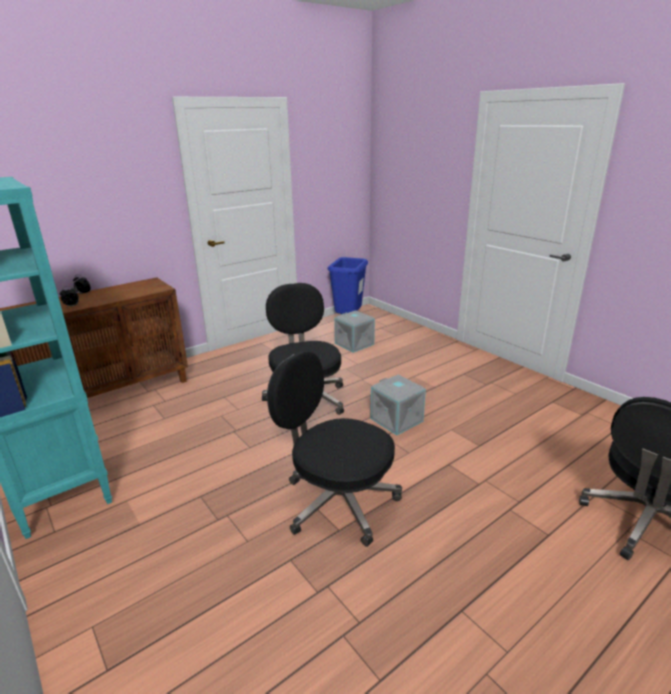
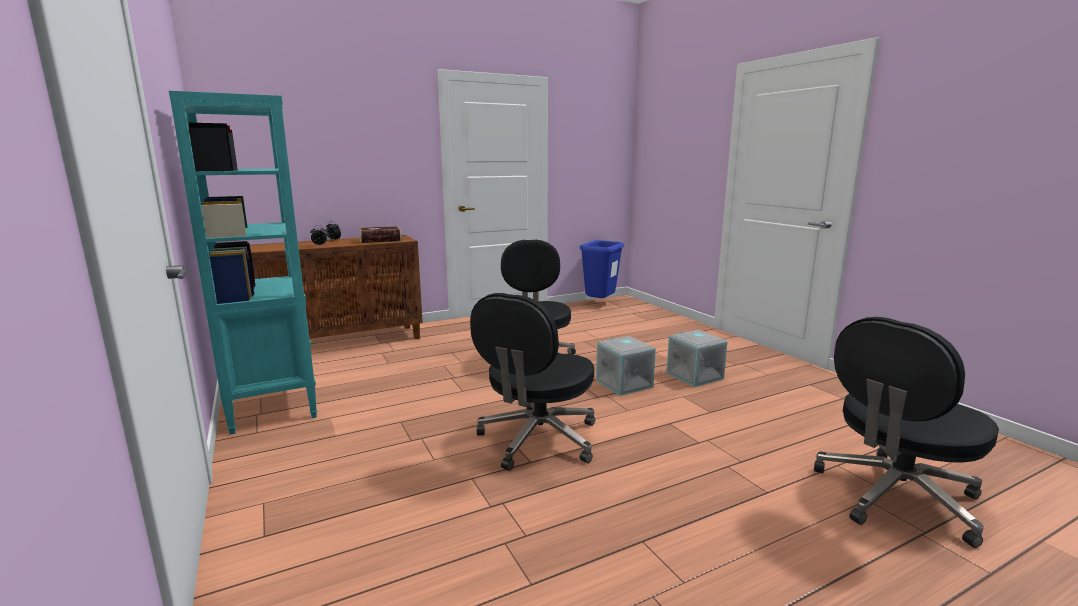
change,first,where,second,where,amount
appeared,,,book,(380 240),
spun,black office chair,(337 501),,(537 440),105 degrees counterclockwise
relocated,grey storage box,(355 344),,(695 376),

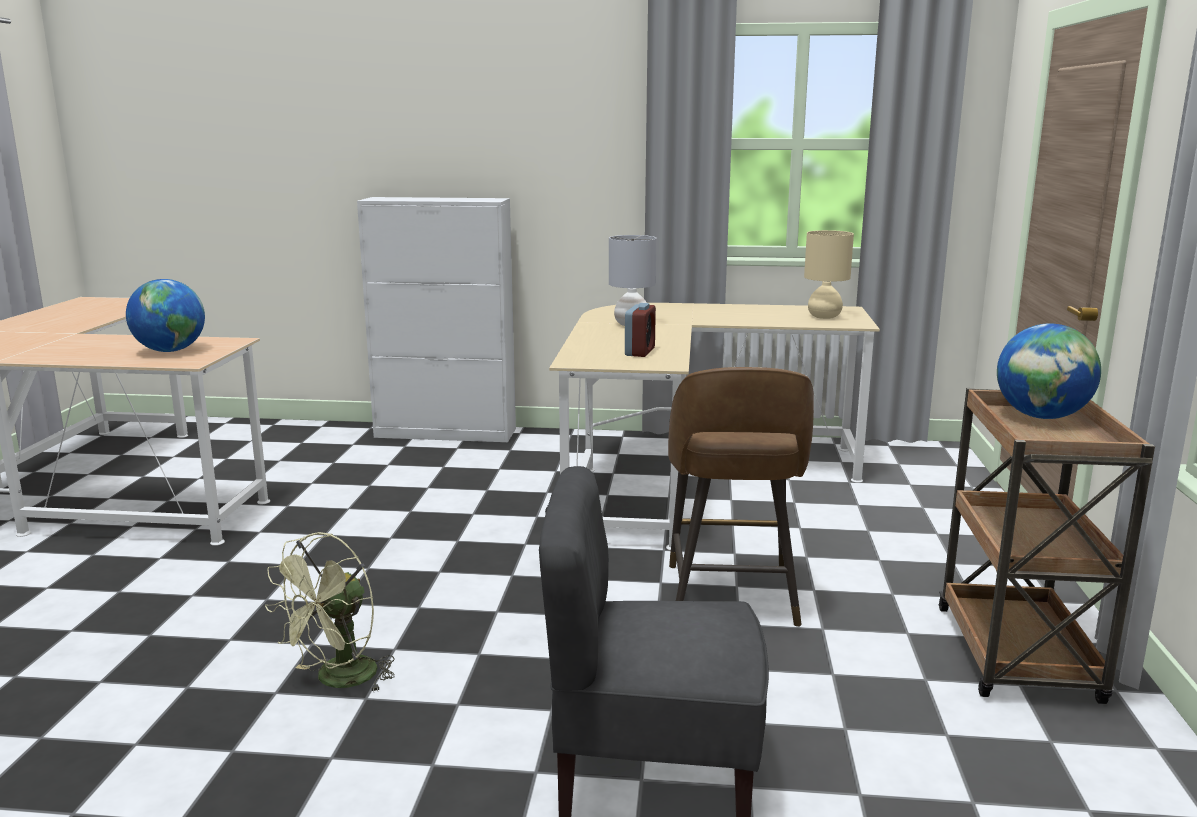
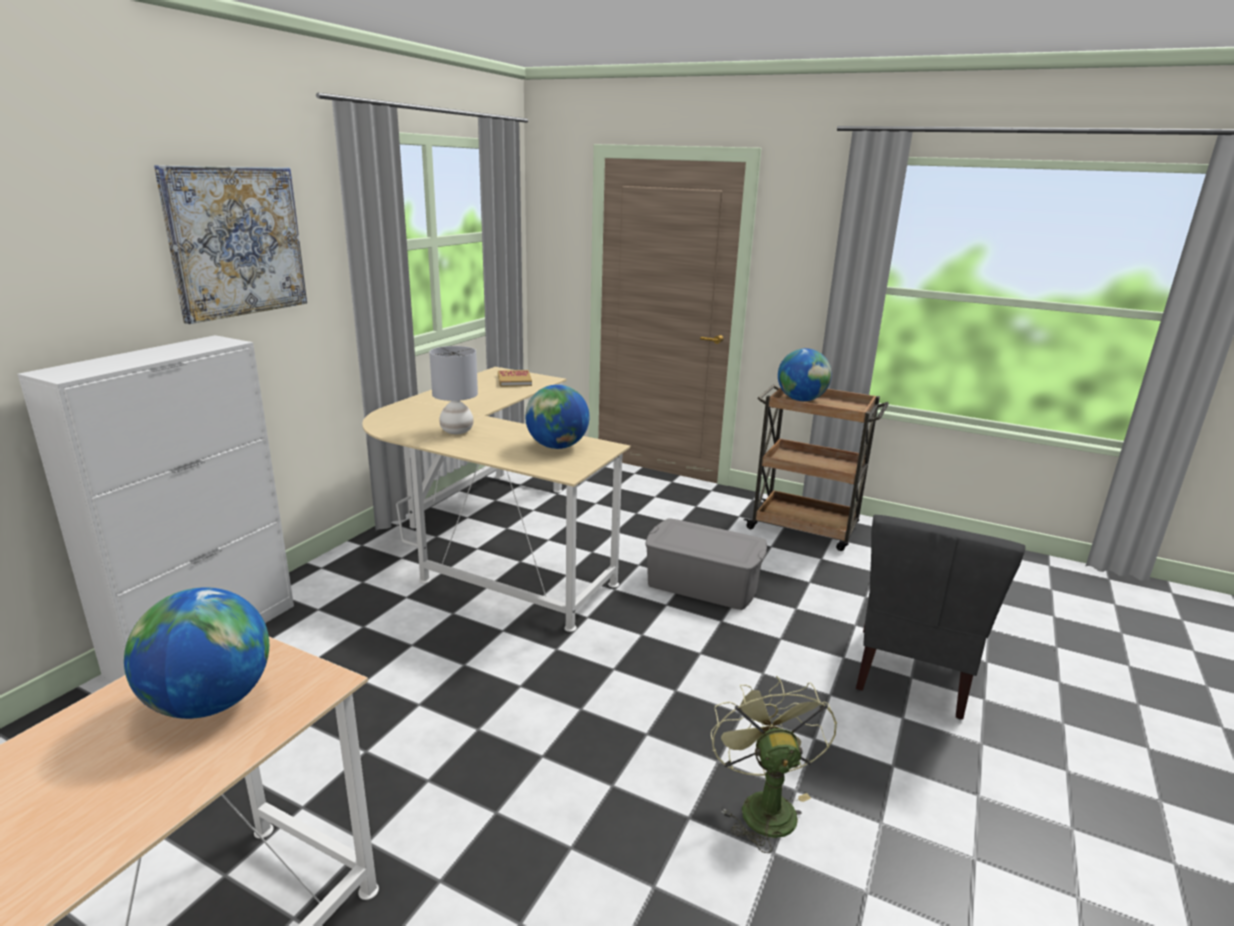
change,first,where,second,where,amount
appeared,,,picture,(236 241),
exchanged,beige table lamp,(824 317),book,(514 380),
exchanged,alarm clock,(640 352),globe,(557 447),
exchanged,brown stool,(731 597),grey storage box,(703 585),
spun,green fan,(338 680),,(763 804),150 degrees counterclockwise

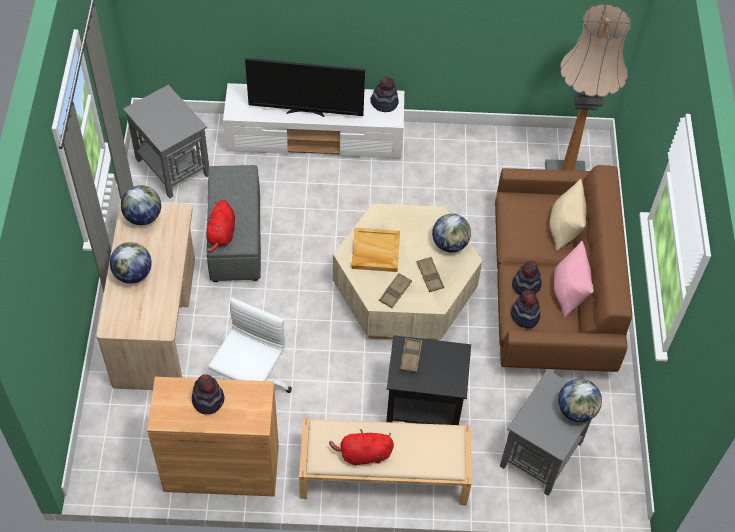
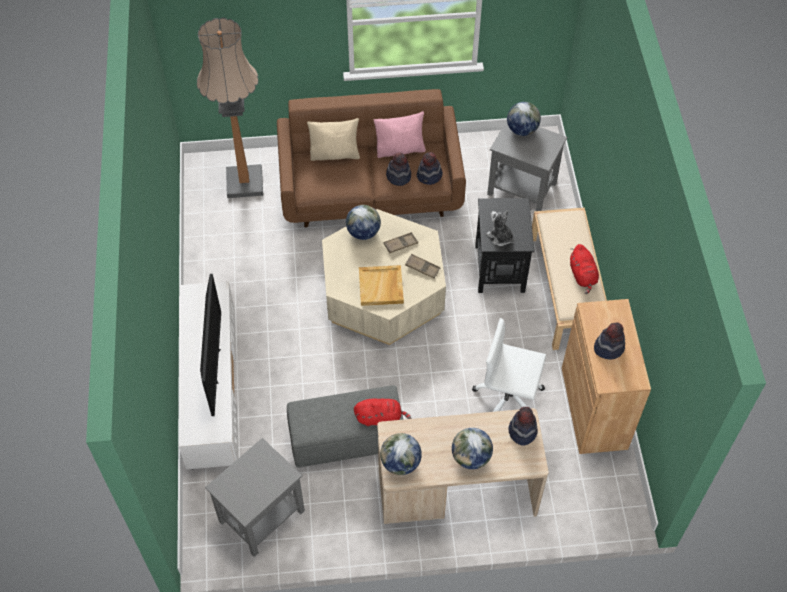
change,first,where,second,where,amount
exchanged,brown tray,(410 356),plush toy,(500 237),
relocated,hat,(384 103),,(522 431),

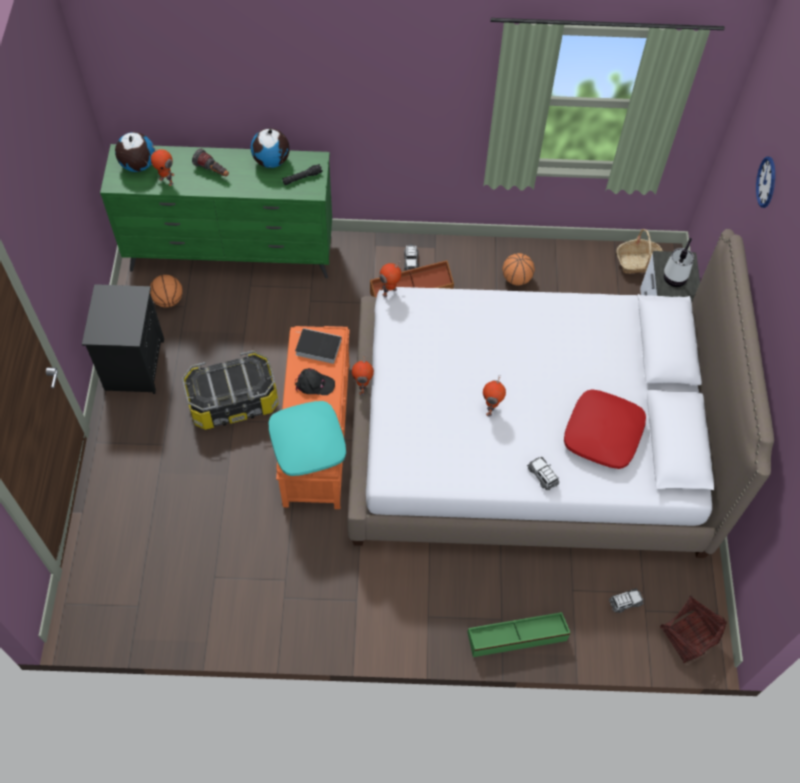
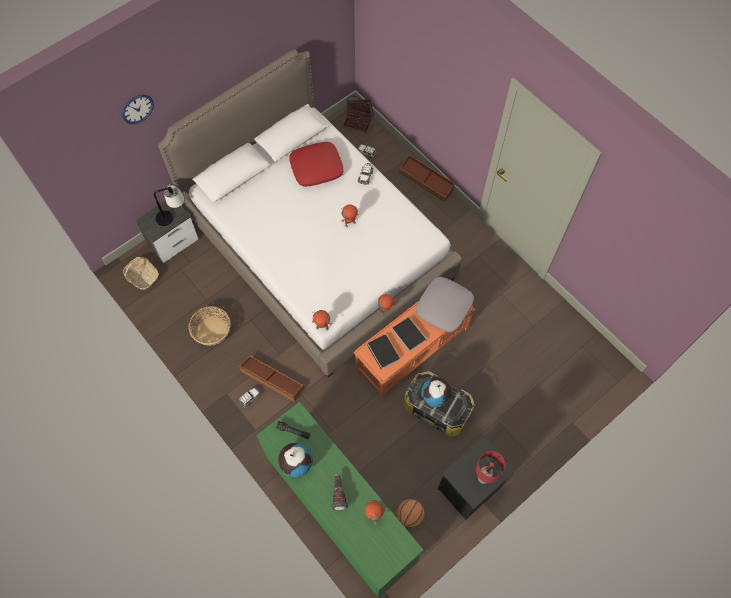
change,first,where,second,where,amount
exchanged,basketball,(516 278),basket,(212 330),
exchanged,black cap,(314 384),book,(408 334),
colour,green storage box,(517 637),brown storage box,(426 181),
colour,turquoise pillow,(308 443),grey pillow,(443 307),
relocated,globe,(138 165),,(435 397),
appeared,,,red table lamp,(483 477),

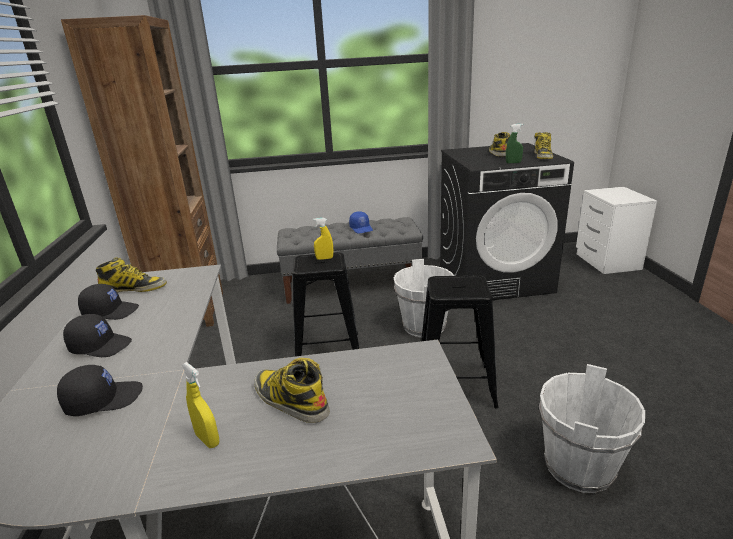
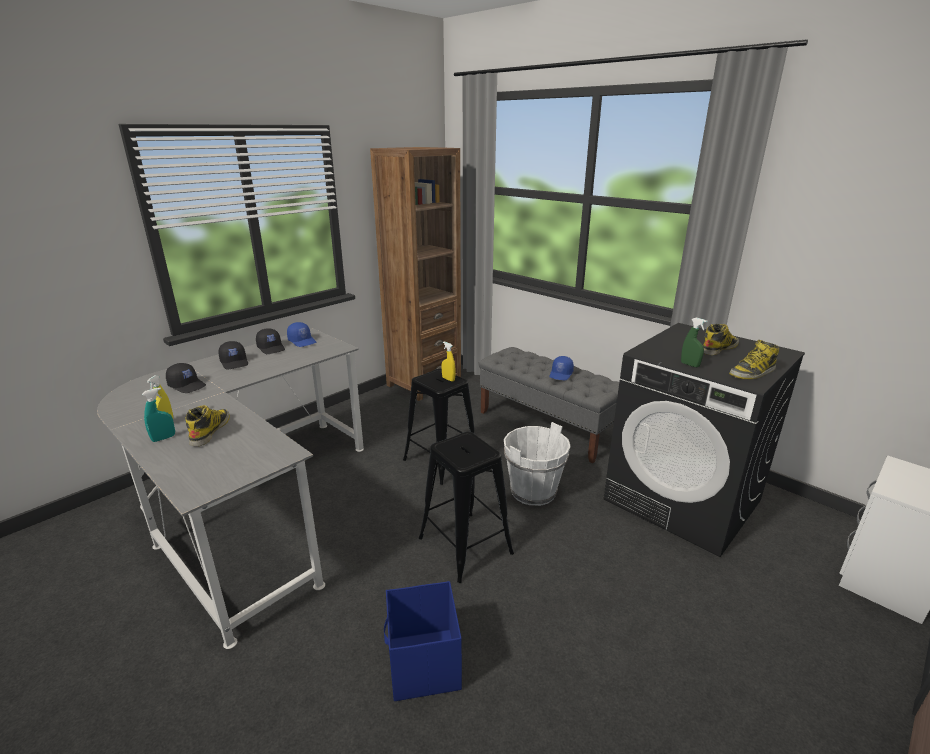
change,first,where,second,where,amount
appeared,,,turquoise spray bottle,(163 438),
exchanged,boot,(134 288),blue cap,(302 341),
exchanged,white bucket,(579 467),blue storage box,(423 665),

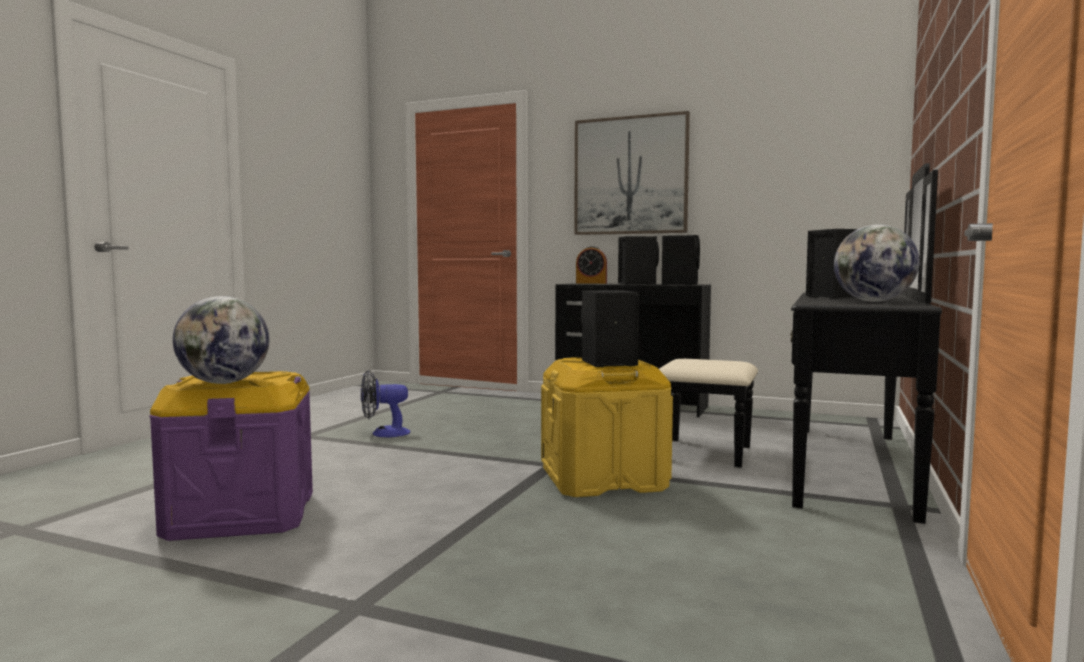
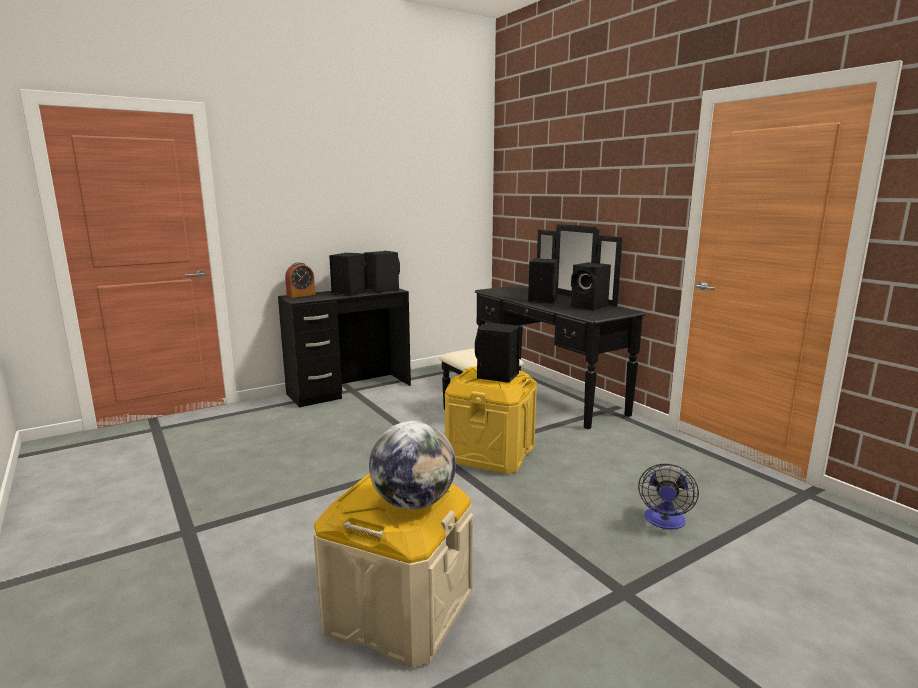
change,first,where,second,where,amount
colour,purple storage box,(241 515),beige storage box,(398 611),
exchanged,globe,(874 301),black speaker,(590 307),
relocated,fan,(384 433),,(664 522),
missing,picture,(630 175),,,

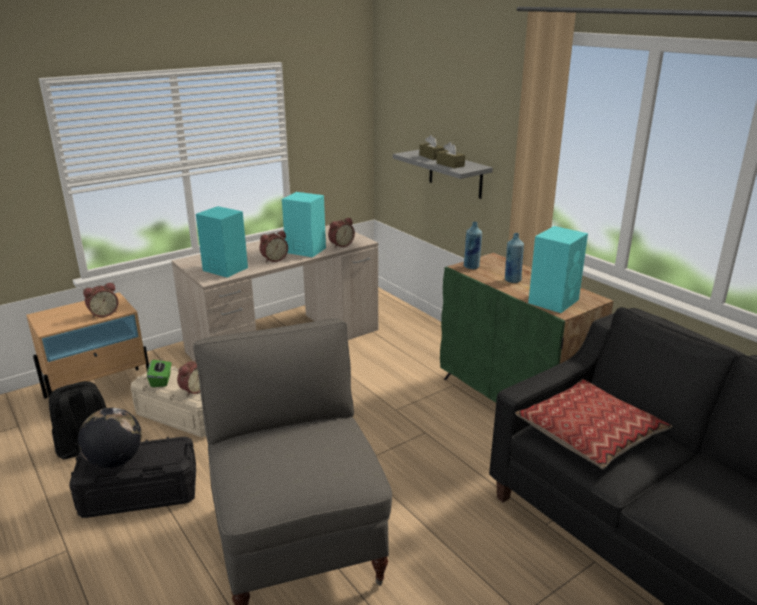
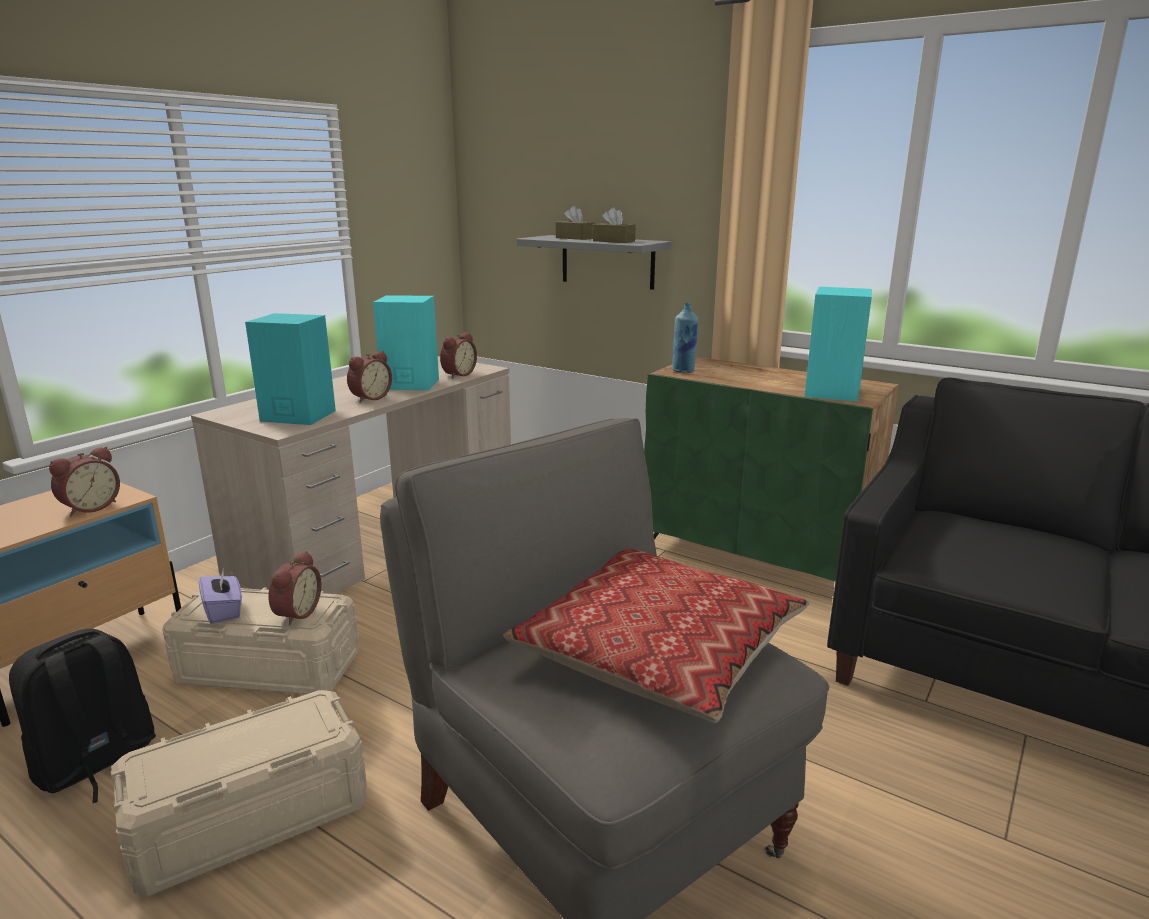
change,first,where,second,where,amount
colour,black storage box,(139 493),beige storage box,(250 818),
colour,green tissue box,(161 380),purple tissue box,(224 611),
relocated,pillow,(590 433),,(660 648),
missing,globe,(115 461),,,
missing,blue bottle,(512 280),,,

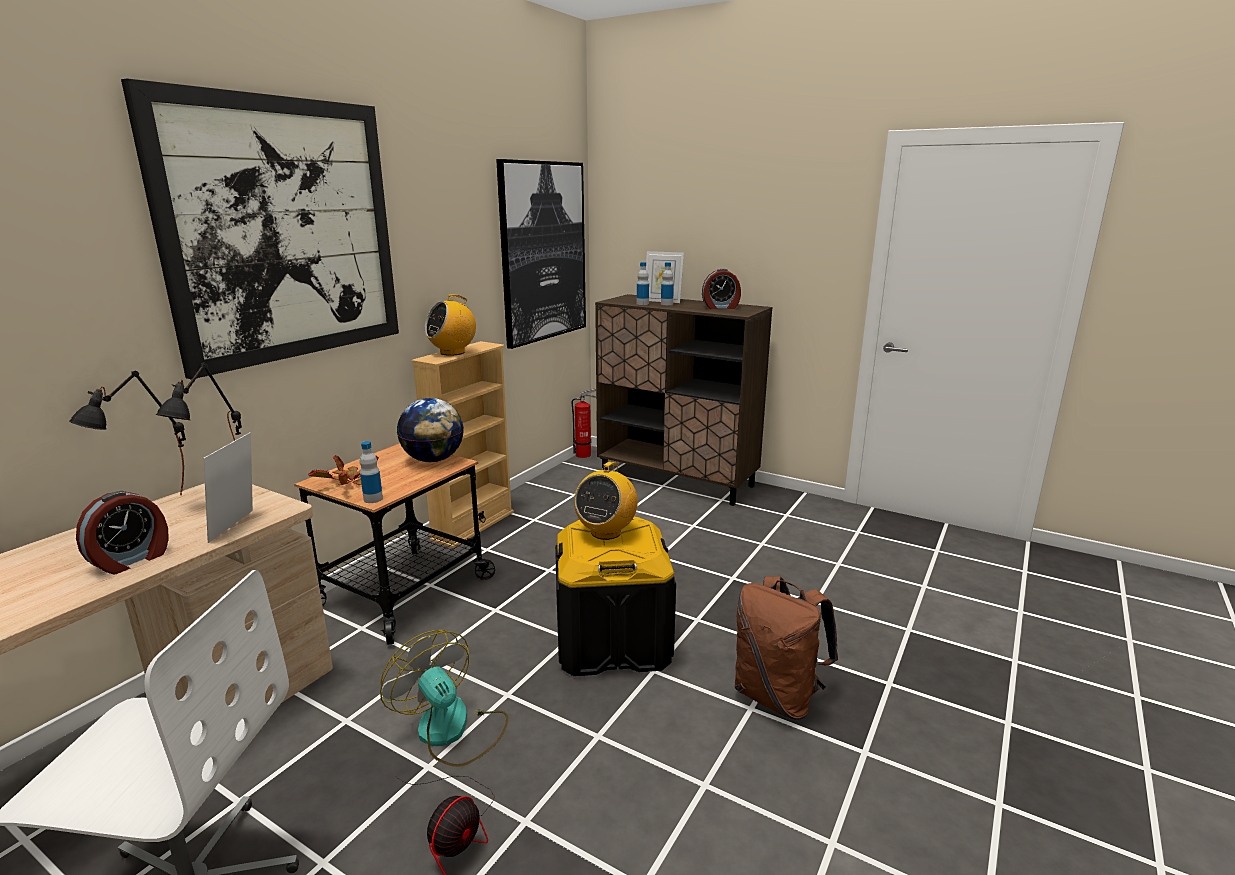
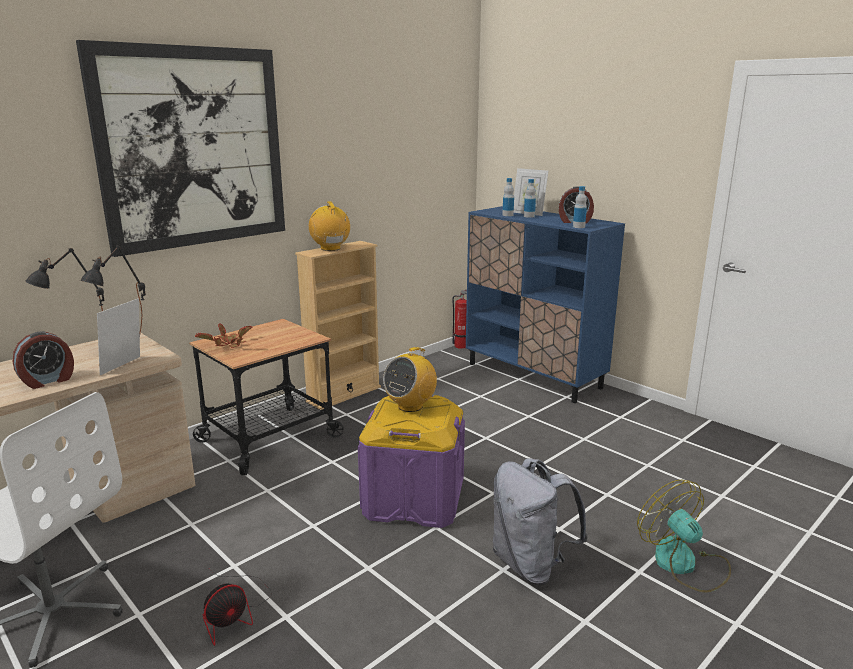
change,first,where,second,where,amount
spun,radio,(453 352),,(330 248),90 degrees clockwise
colour,black storage box,(613 641),purple storage box,(414 499),
colour,brown cabinet,(677 480),blue cabinet,(534 375),
colour,brown backpack,(777 696),grey backpack,(531 565),
relocated,bottle,(373 499),,(578 227),
relocated,fan,(452 731),,(684 564),
missing,globe,(433 460),,,
missing,picture,(543 252),,,

